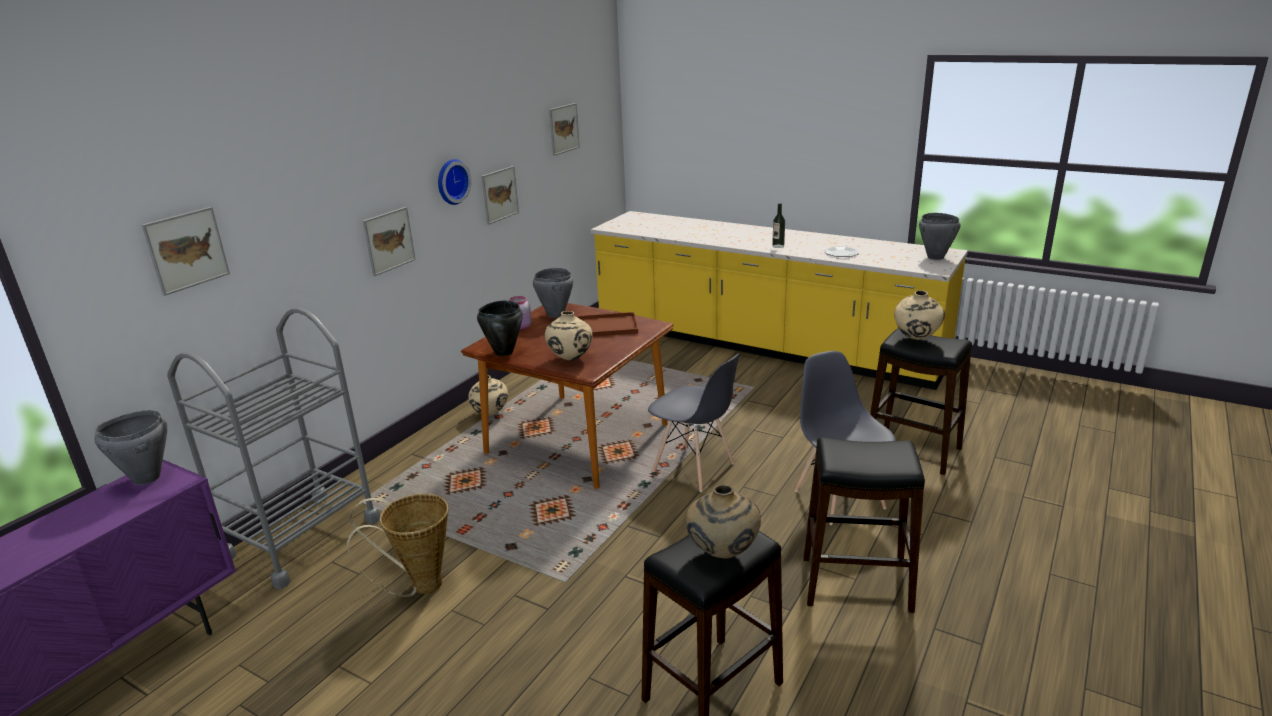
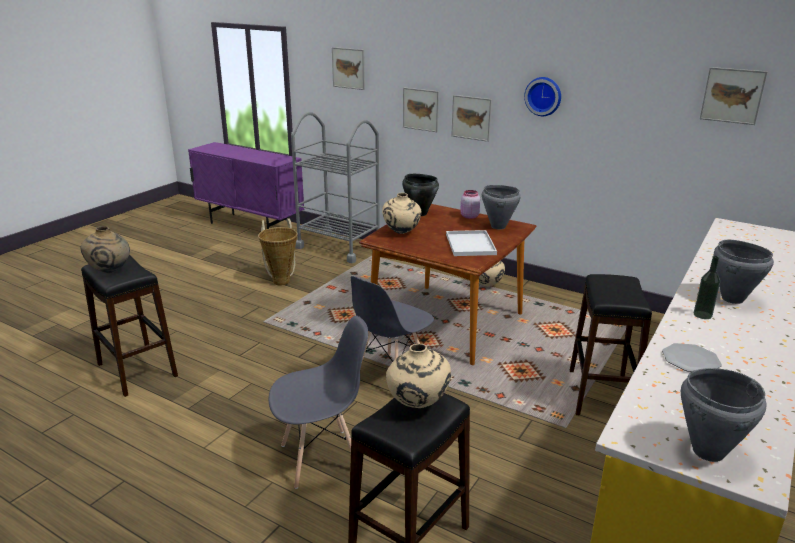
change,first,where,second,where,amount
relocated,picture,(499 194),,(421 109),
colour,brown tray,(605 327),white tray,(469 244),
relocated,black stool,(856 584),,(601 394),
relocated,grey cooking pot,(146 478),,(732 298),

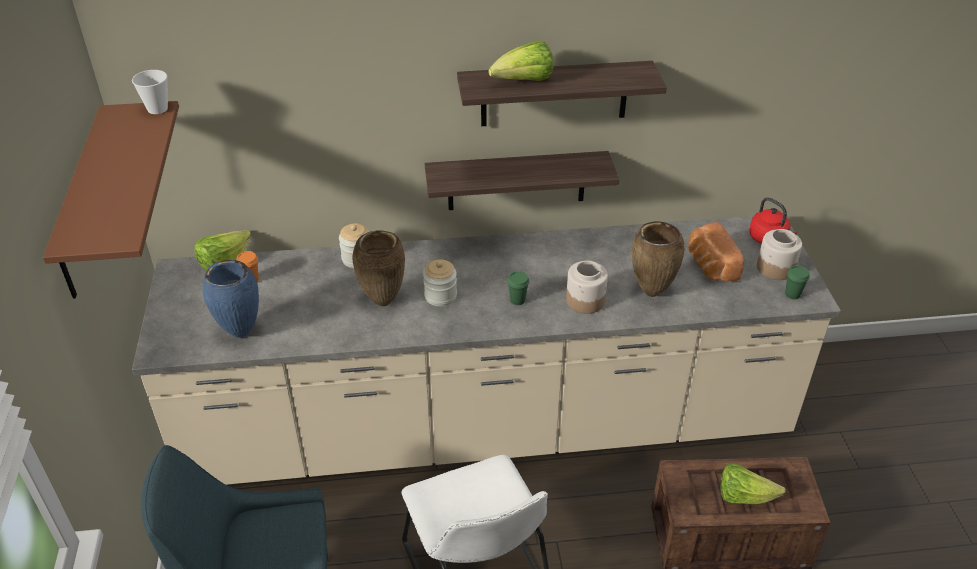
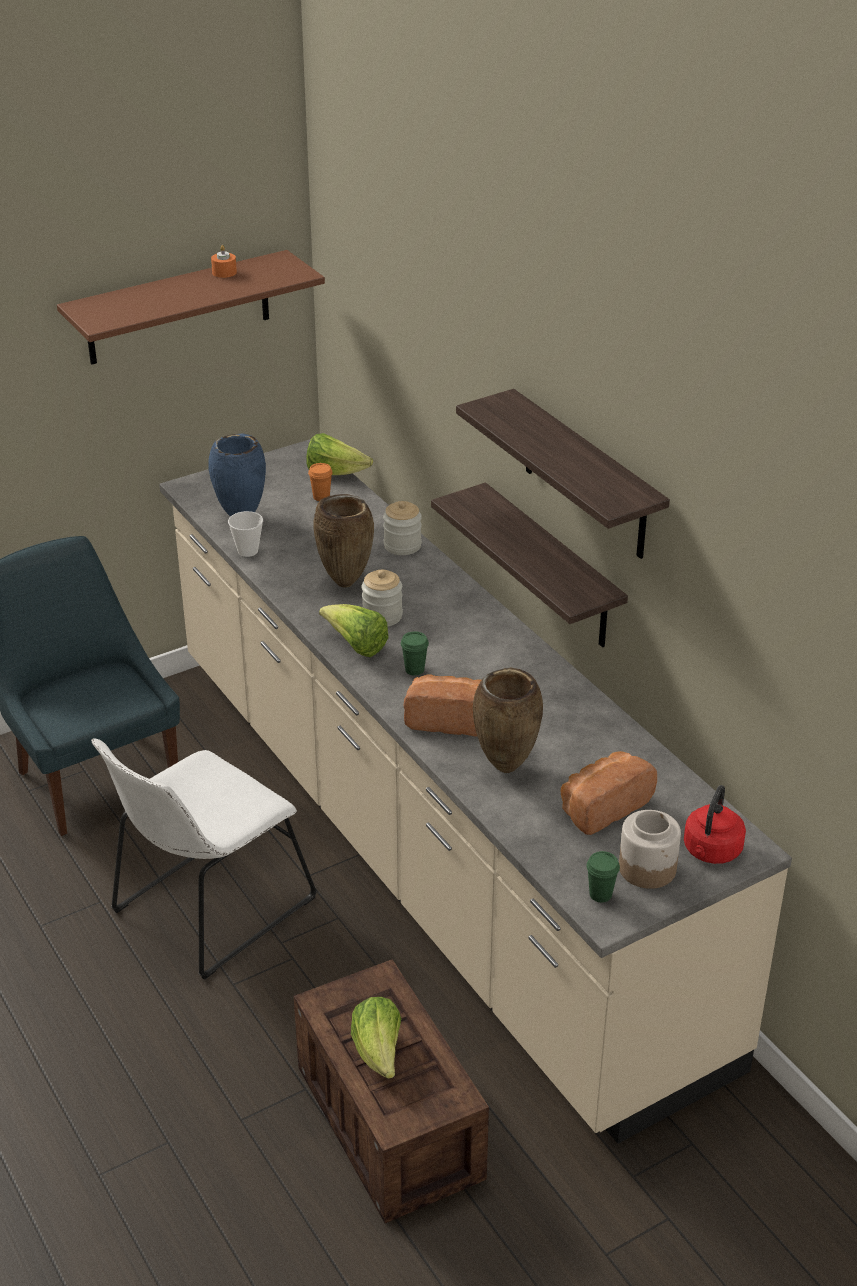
change,first,where,second,where,amount
appeared,,,orange candle,(224 272),
relocated,cup,(157 109),,(247 551),
relocated,lettuce,(524 82),,(356 646),
exchanged,jar,(586 301),bread,(451 719),

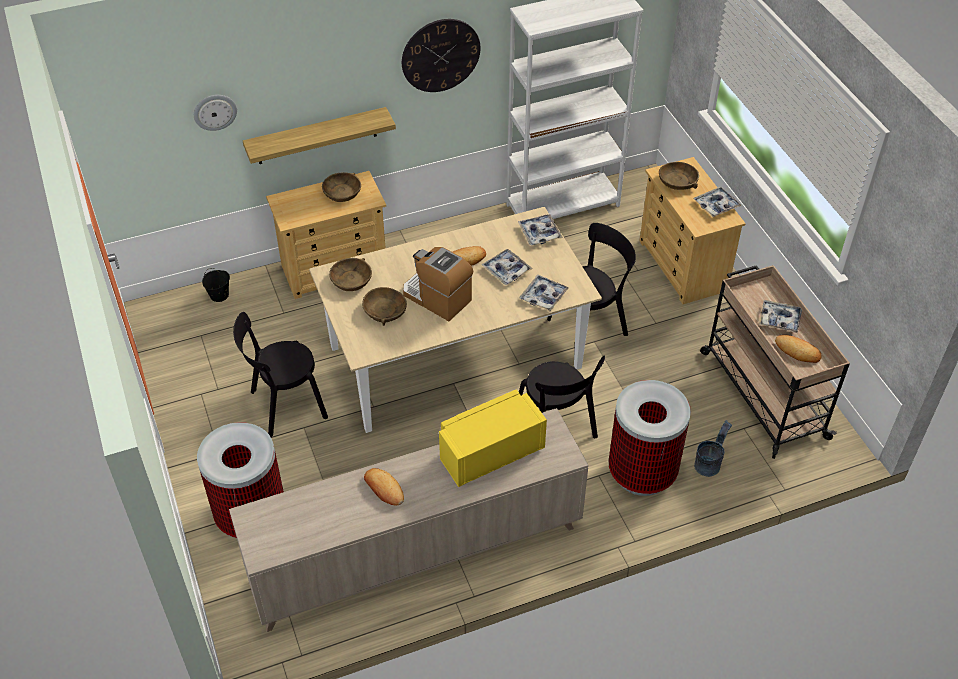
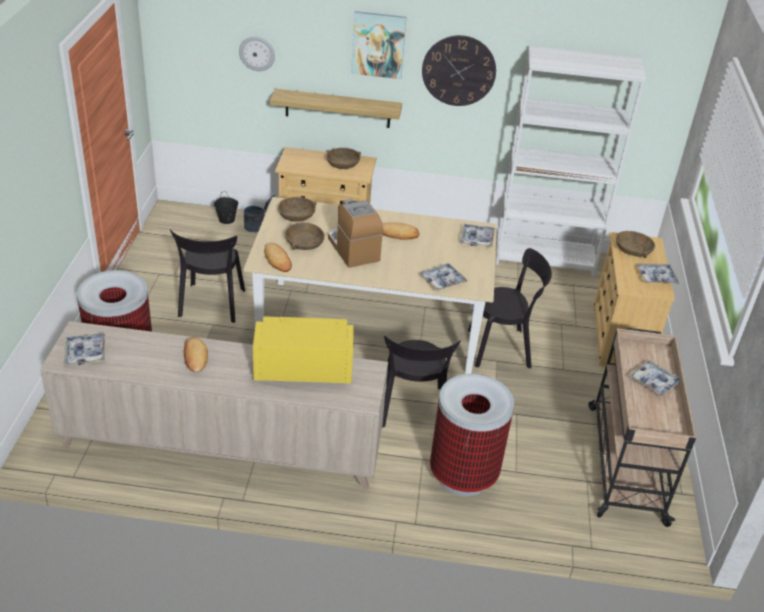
change,first,where,second,where,amount
relocated,tray,(506 270),,(85 353),
spun,black chair,(284 406),,(211 305),90 degrees counterclockwise
relocated,grey bucket,(709 463),,(257 226),
relocated,bread,(797 351),,(277 260),
appeared,,,picture,(378 44),

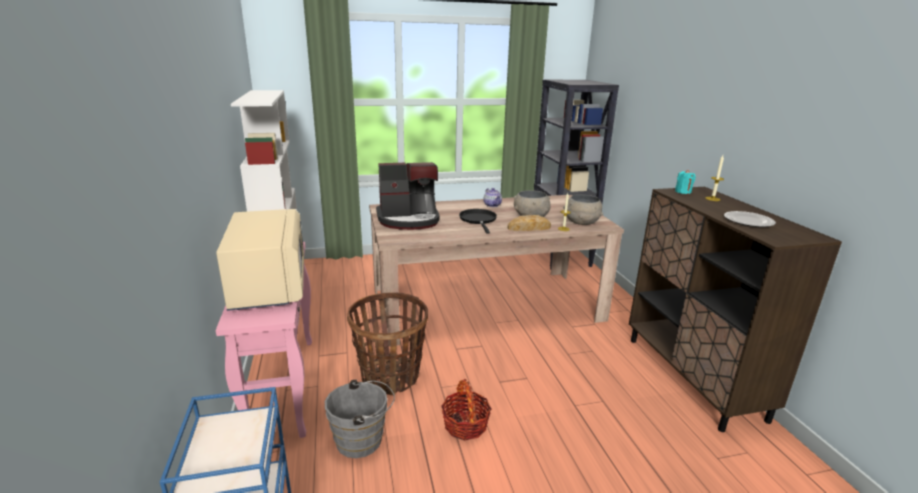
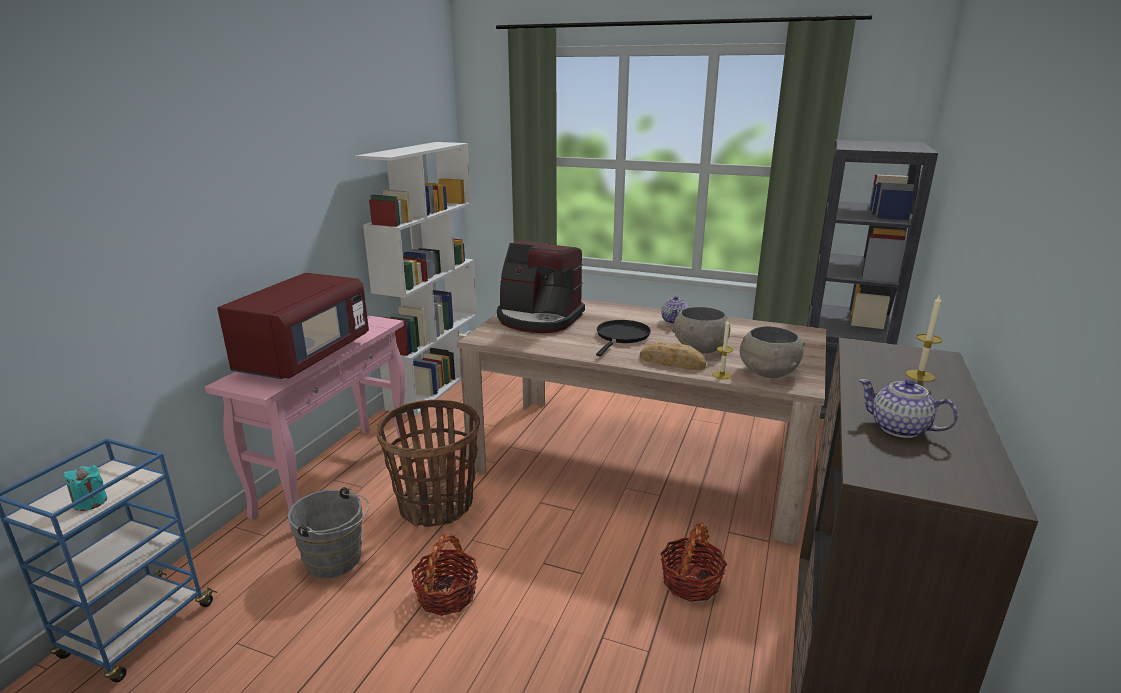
change,first,where,second,where,amount
relocated,turquoise candle,(683 192),,(90 502),
colour,beige microwave,(269 285),red microwave,(304 357),
appeared,,,basket,(691 582),
exchanged,plate,(749 221),teapot,(899 429),

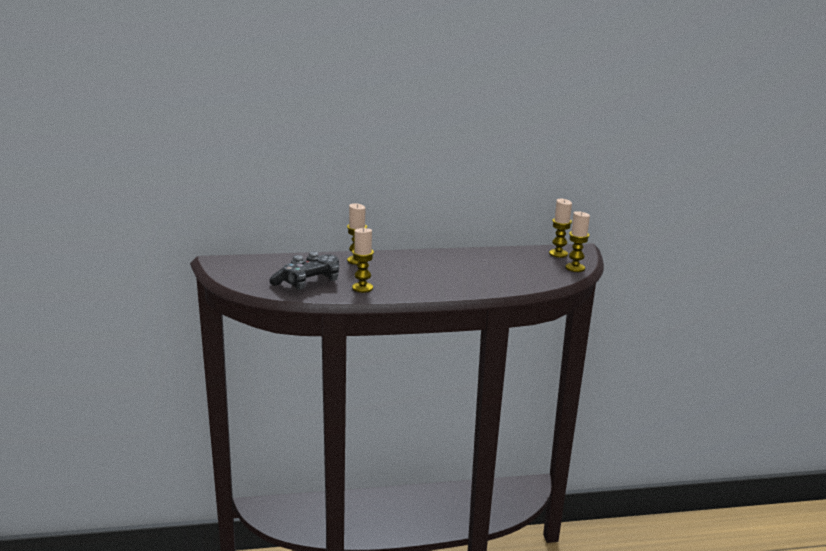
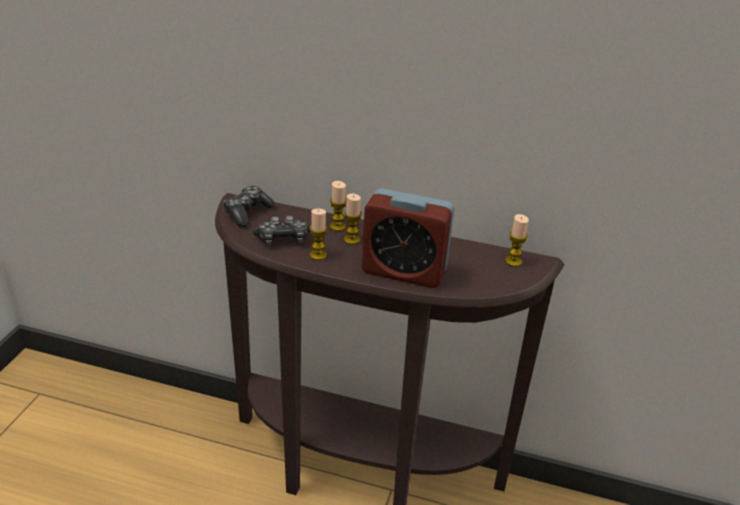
change,first,where,second,where,amount
appeared,,,game controller,(247 213),
relocated,candle,(575 268),,(352 240),
appeared,,,alarm clock,(404 271),

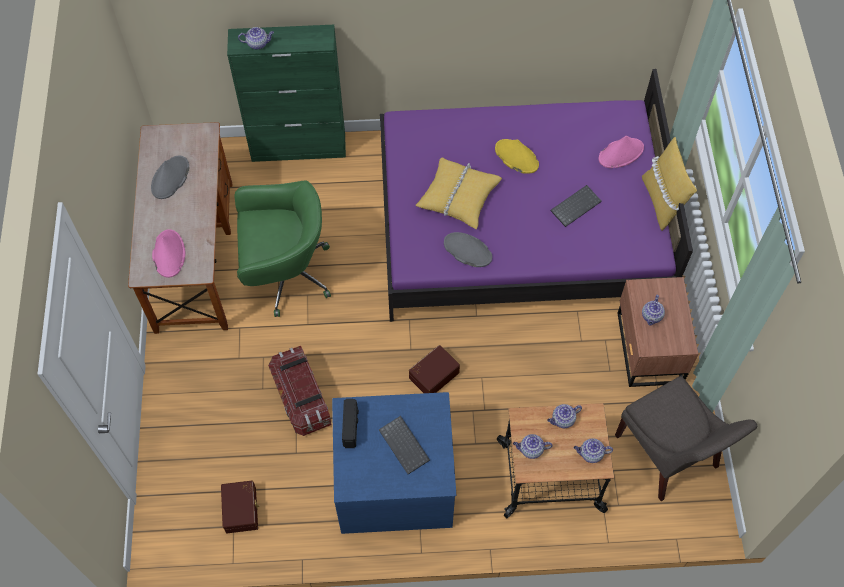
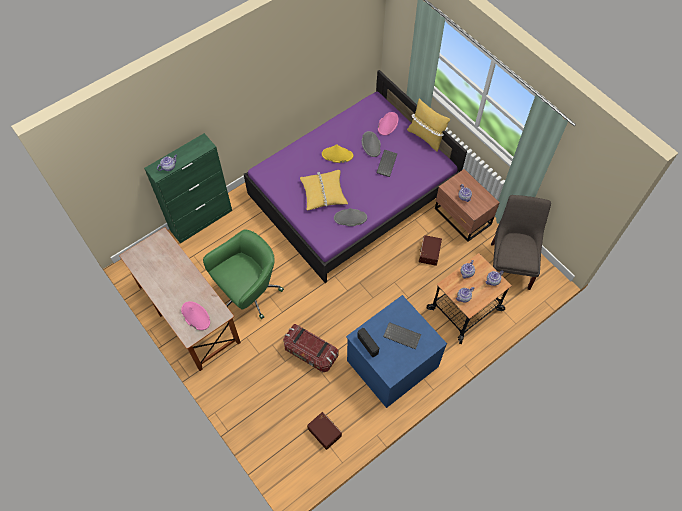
change,first,where,second,where,amount
relocated,grey hat,(170 178),,(371 144),
relocated,brown storage box,(433 374),,(428 253),
spun,grey chair,(668 455),,(511 263),105 degrees counterclockwise

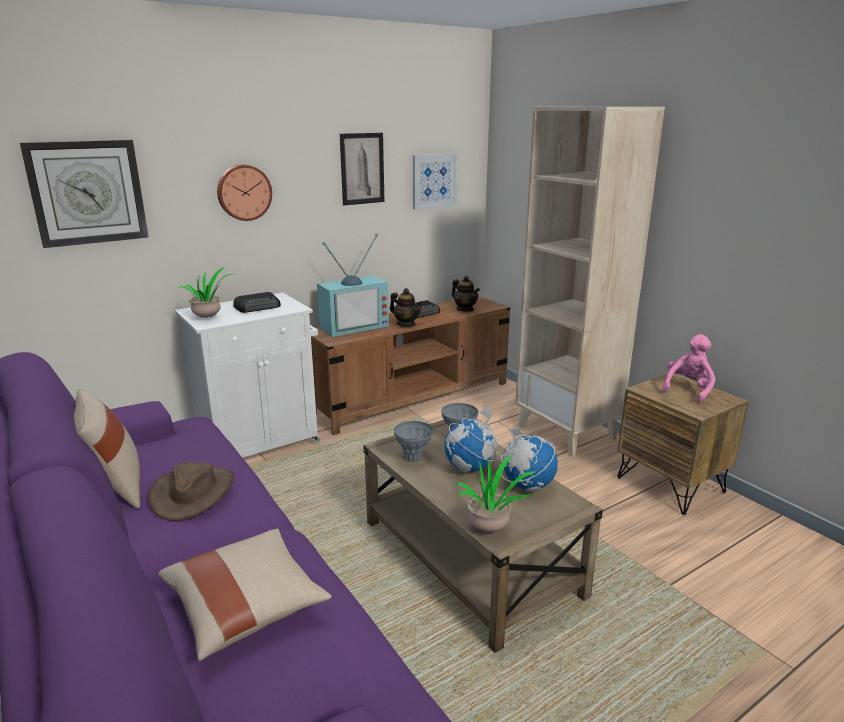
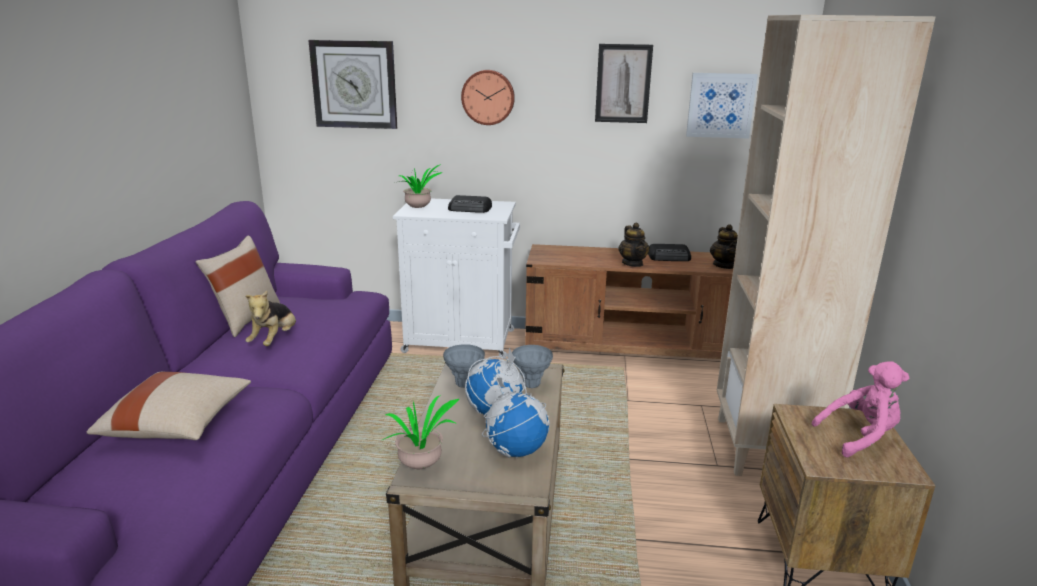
change,first,where,second,where,amount
exchanged,brown hat,(193 492),plush toy,(275 340),
missing,television,(353 326),,,

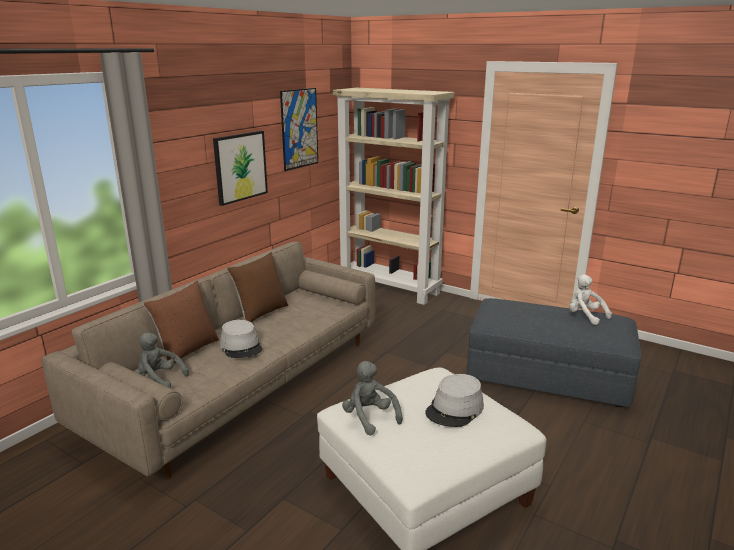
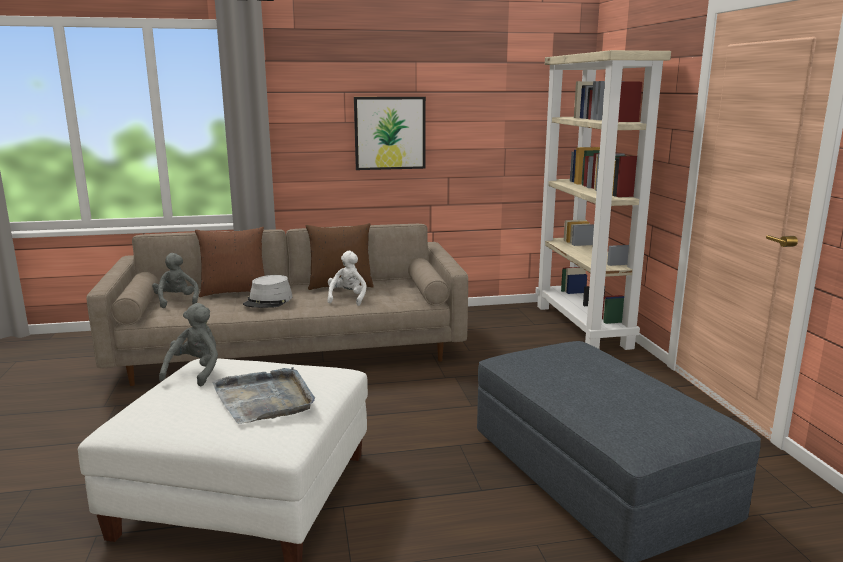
change,first,where,second,where,amount
exchanged,grey hat,(455 409),grey tray,(265 399),
relocated,white plush toy,(585 316),,(347 298),
missing,picture,(299 129),,,

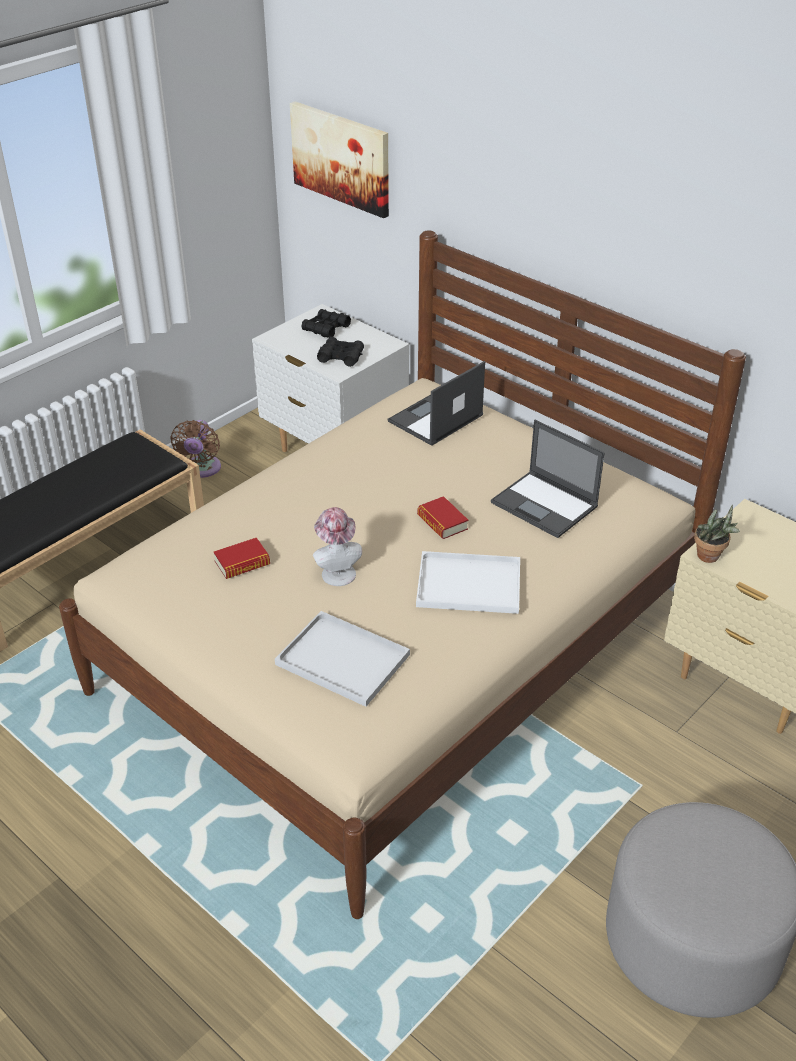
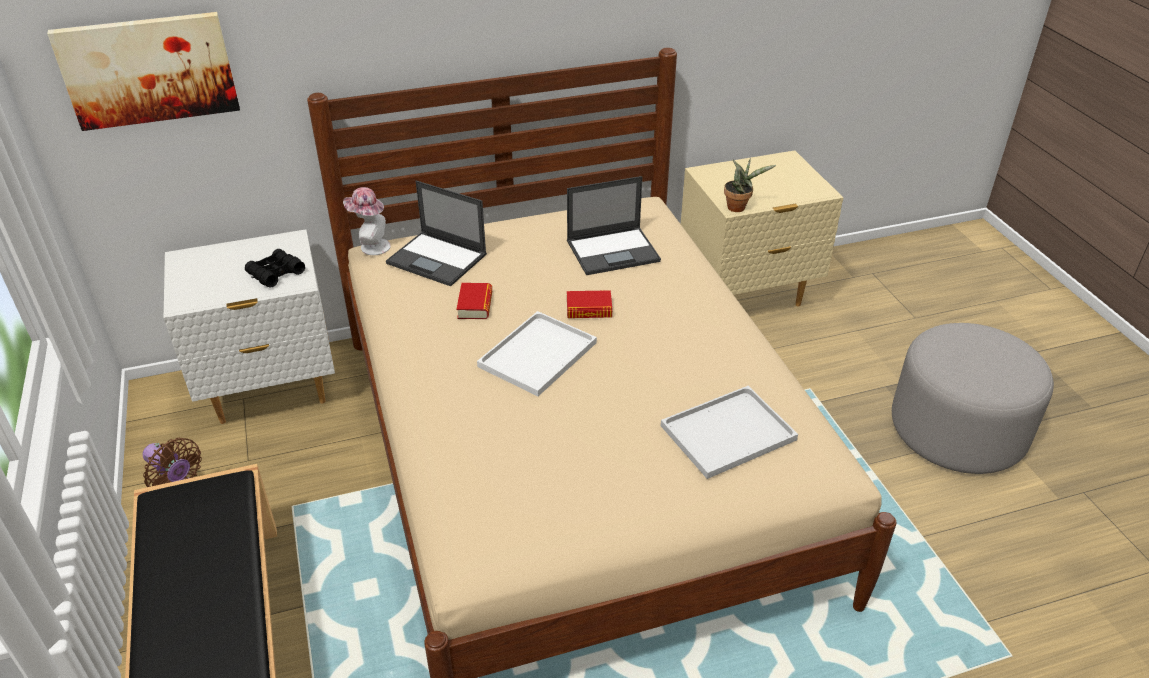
change,first,where,second,where,amount
relocated,hat,(337 571),,(371 246),
spun,laptop,(435 419),,(438 259),45 degrees counterclockwise
relocated,book,(242 563),,(475 305),
relocated,white tray,(466 585),,(537 356),
missing,black binoculars,(326 328),,,

